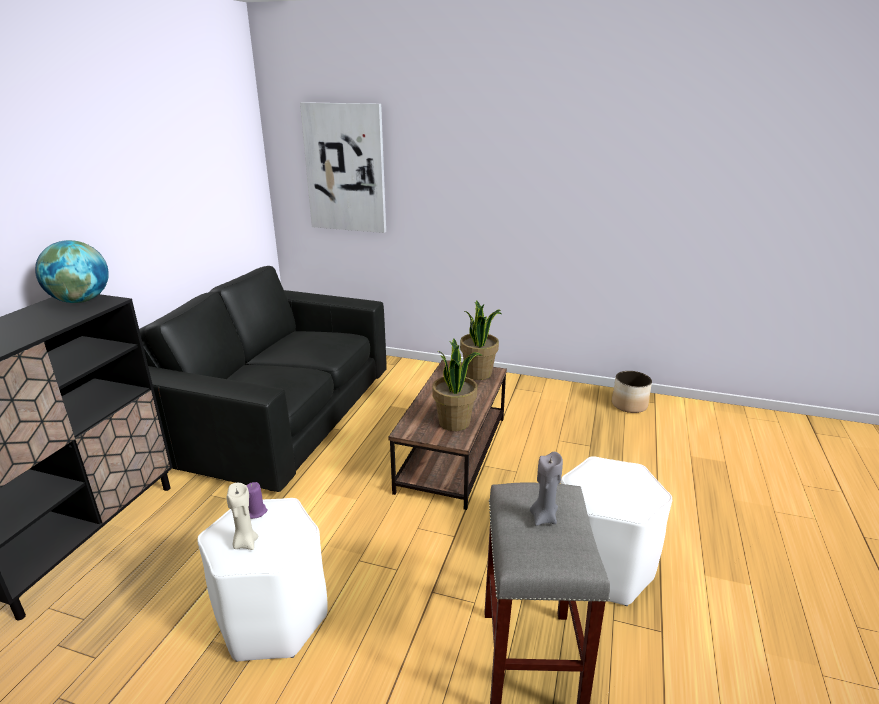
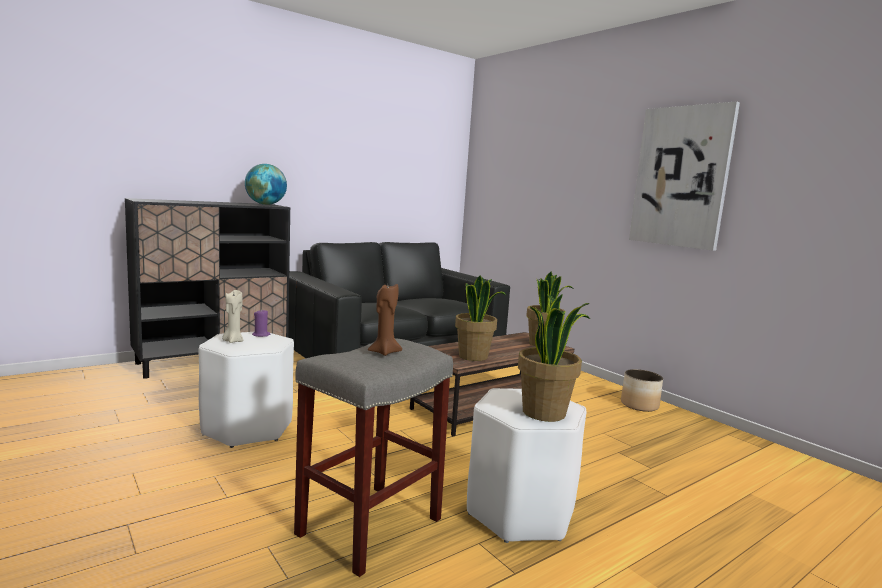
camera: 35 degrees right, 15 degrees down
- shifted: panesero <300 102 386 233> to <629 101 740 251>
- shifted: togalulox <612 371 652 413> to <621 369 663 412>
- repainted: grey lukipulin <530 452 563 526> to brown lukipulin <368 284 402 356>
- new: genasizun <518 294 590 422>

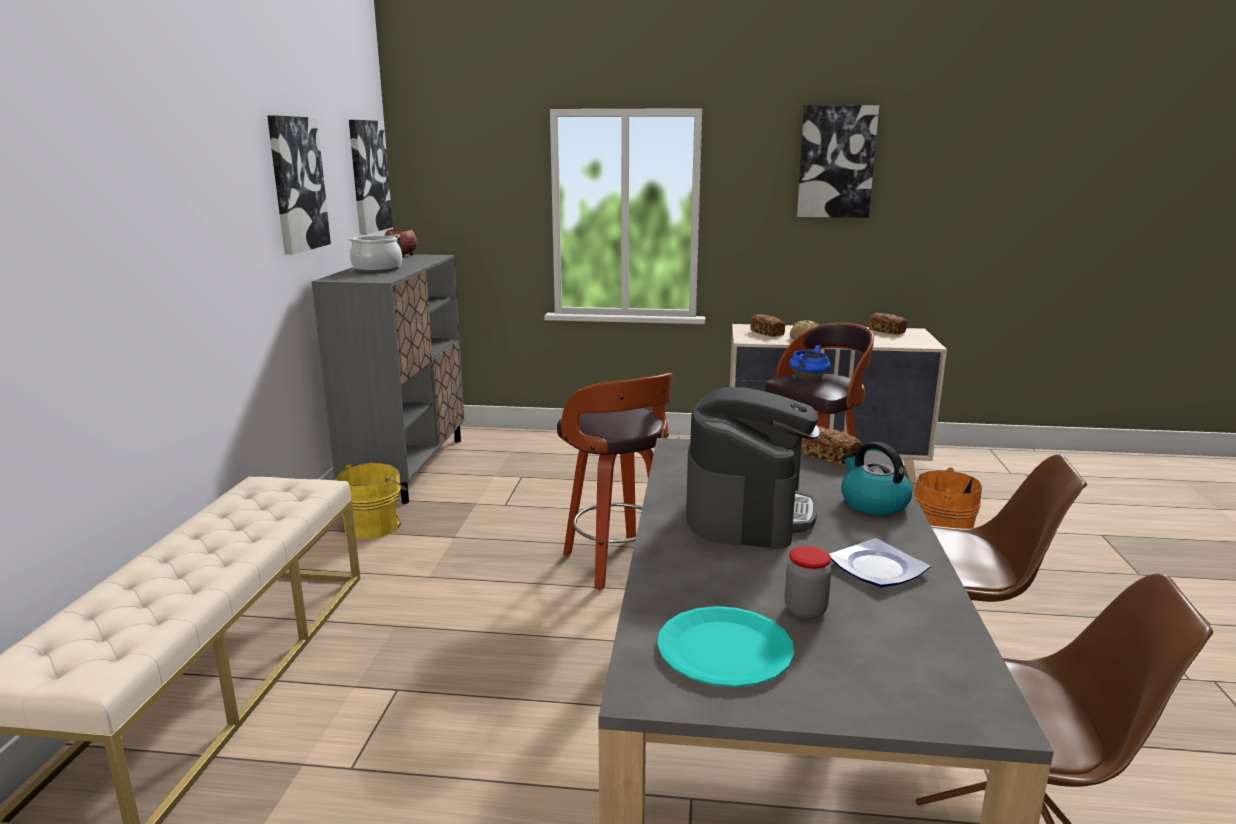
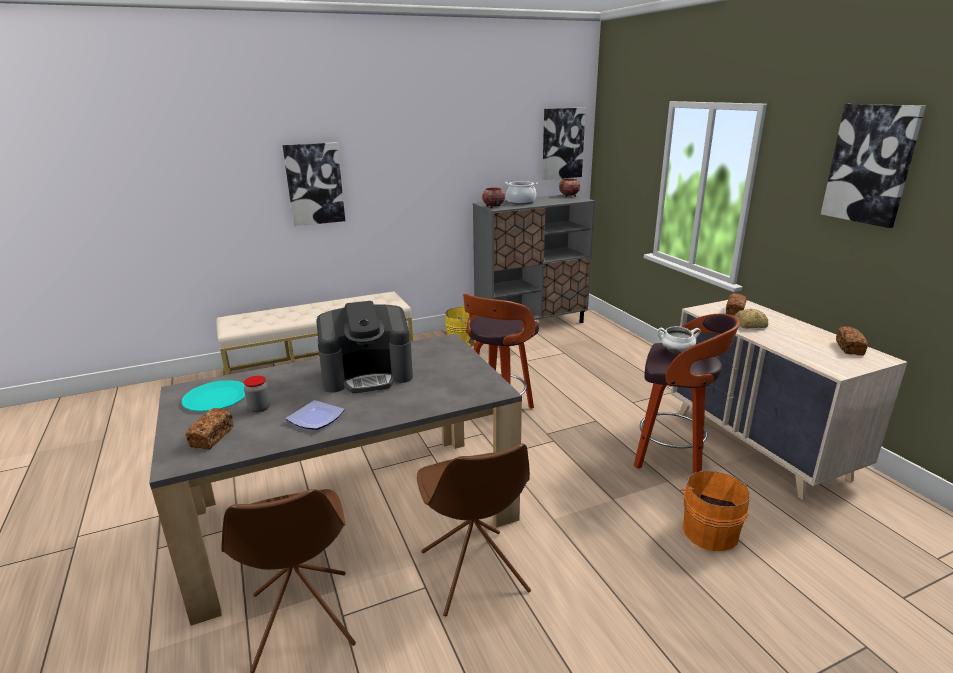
camera: 60 degrees right, 5 degrees up
- shifted: panesero <267 115 331 255> to <282 142 345 226>
- repainted: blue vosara <789 345 830 380> to white vosara <657 326 701 354>
- shifted: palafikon <801 426 862 466> to <186 408 233 450>
- gone: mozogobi <841 442 912 515>
- new: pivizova <482 188 505 208>

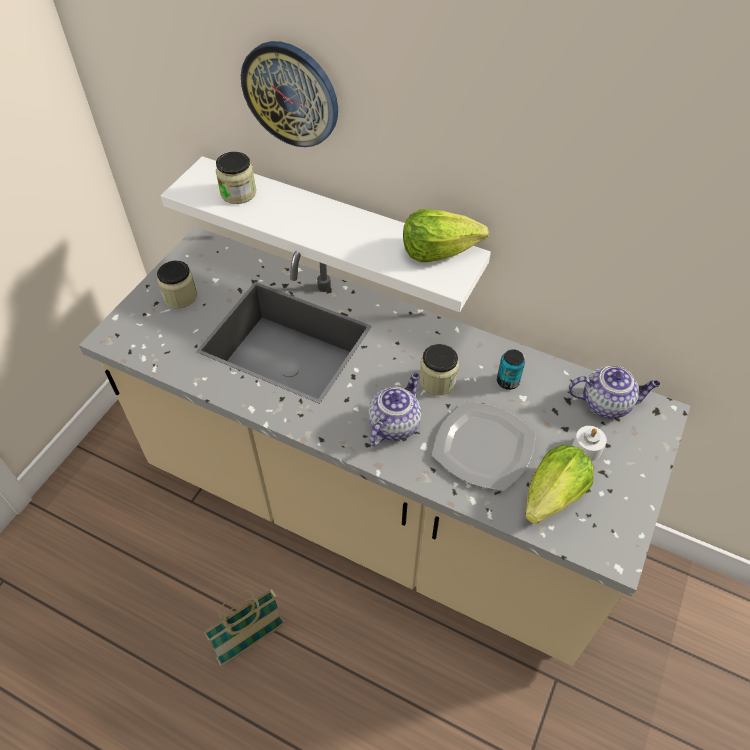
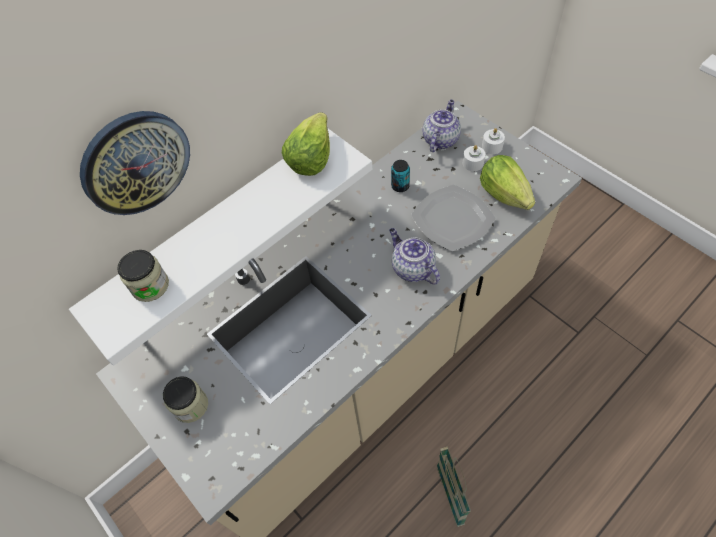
camera: 65 degrees left, 5 degrees up
- gone: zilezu <419 344 459 396>
- new: white lukipulin <482 128 505 154>

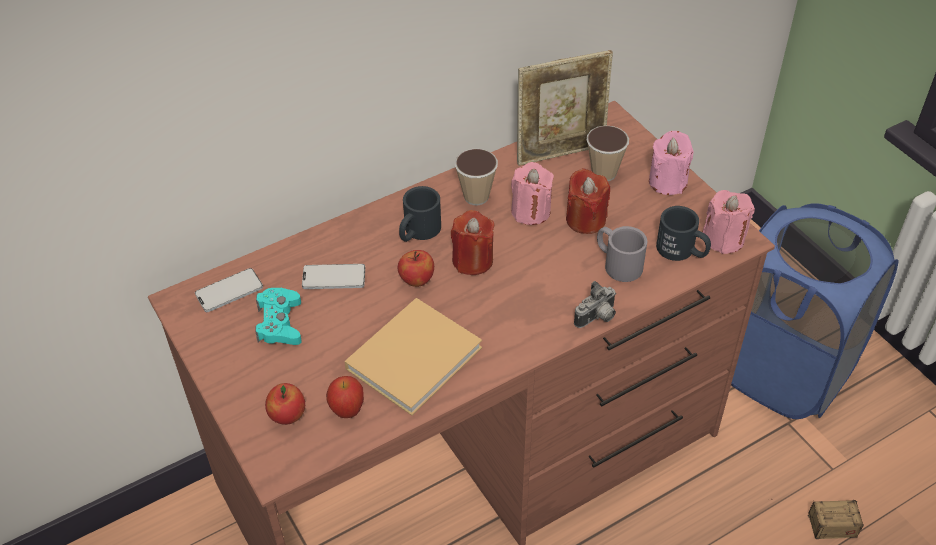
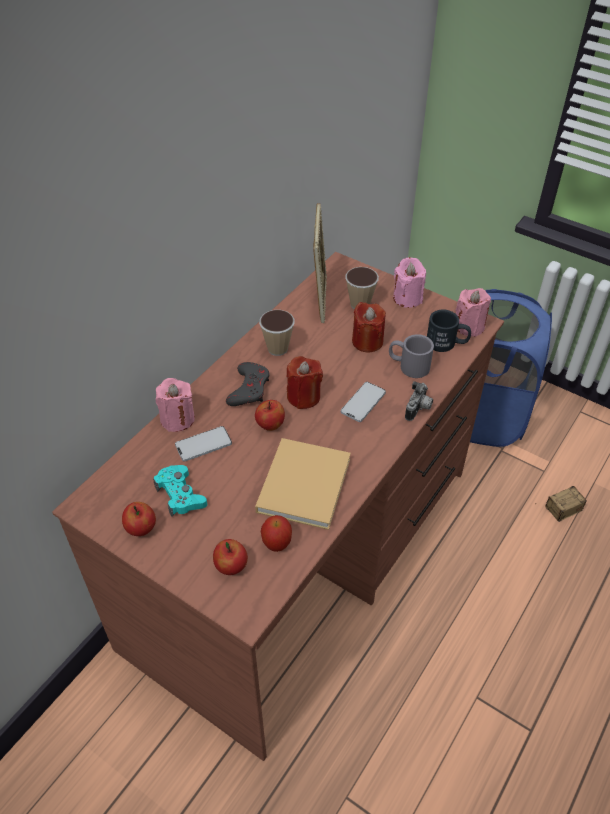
camera: 25 degrees left, 0 degrees up
- rotated: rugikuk <517 50 613 166> = <313 203 327 323> 45 degrees counterclockwise
- shifted: pink lukipulin <511 162 554 225> to <156 378 195 432>
- swapped: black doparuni <399 186 441 242> to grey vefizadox <226 362 270 406>
- shifted: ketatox <195 268 263 312> to <341 382 386 422>
- new: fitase <122 502 156 536>

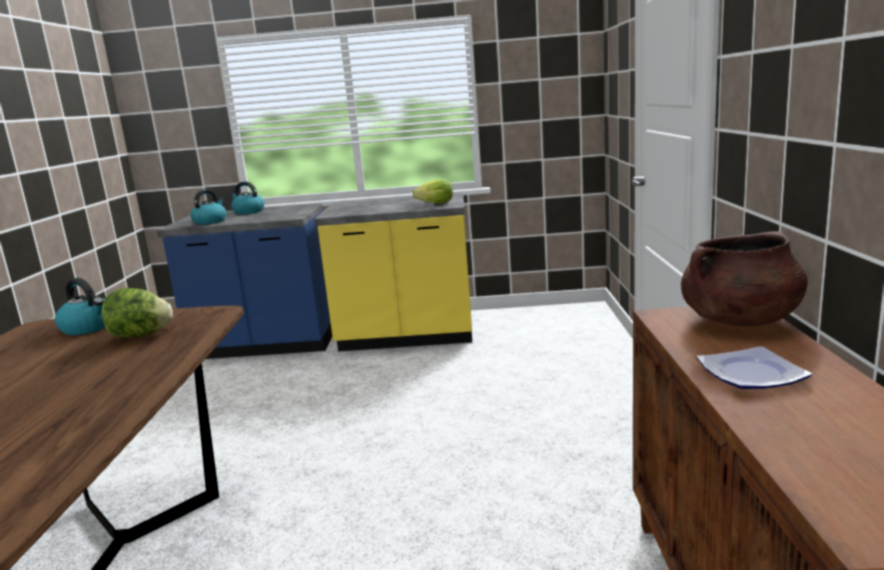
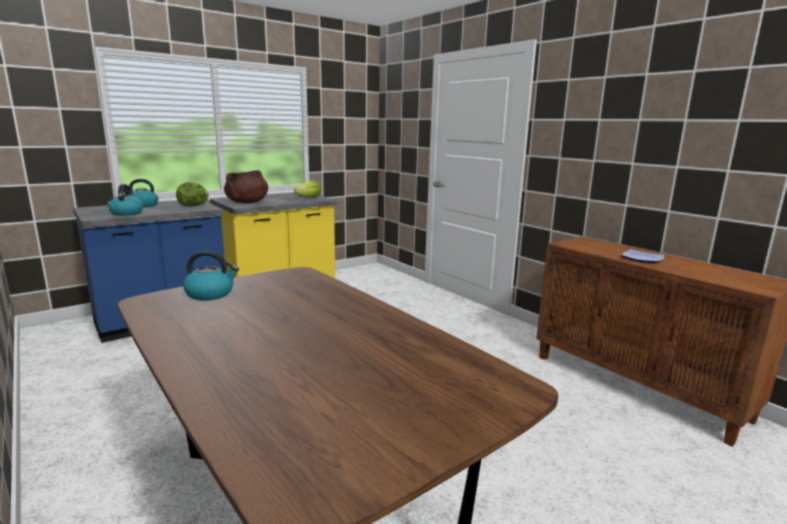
camera: 40 degrees left, 0 degrees up
- shifted: brown vosara <681 231 808 326> to <224 170 268 203>
- shifted: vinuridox <102 288 173 337> to <176 182 209 206>

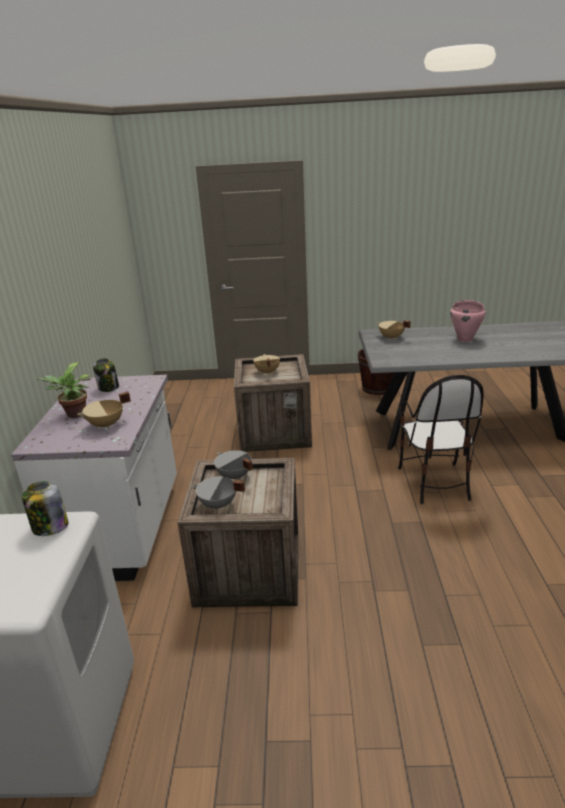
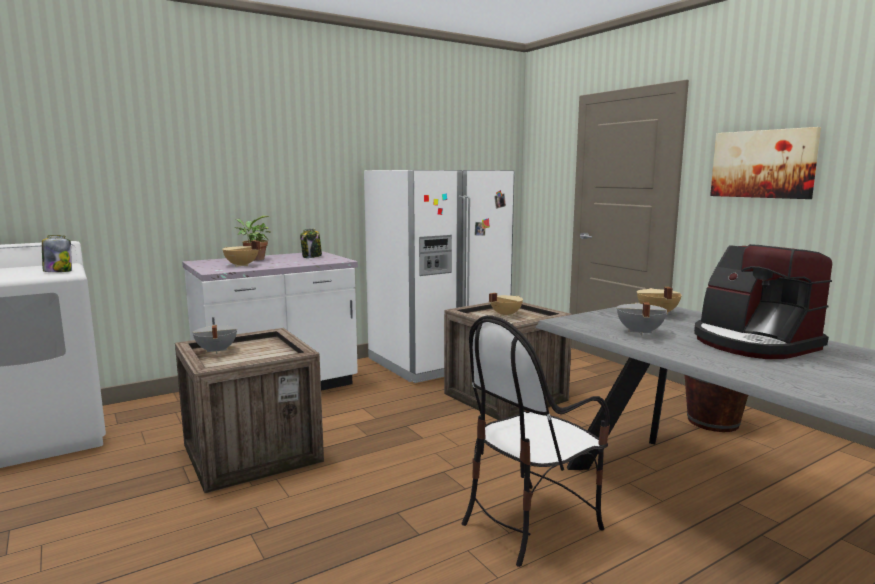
camera: 55 degrees right, 15 degrees down
- swapped: pink vosara <451 300 486 342> to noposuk <694 244 832 359>
- shifted: grey vosara <214 450 253 480> to <617 302 667 335>
- new: panesero <710 127 821 199>
- new: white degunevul <364 170 515 383>

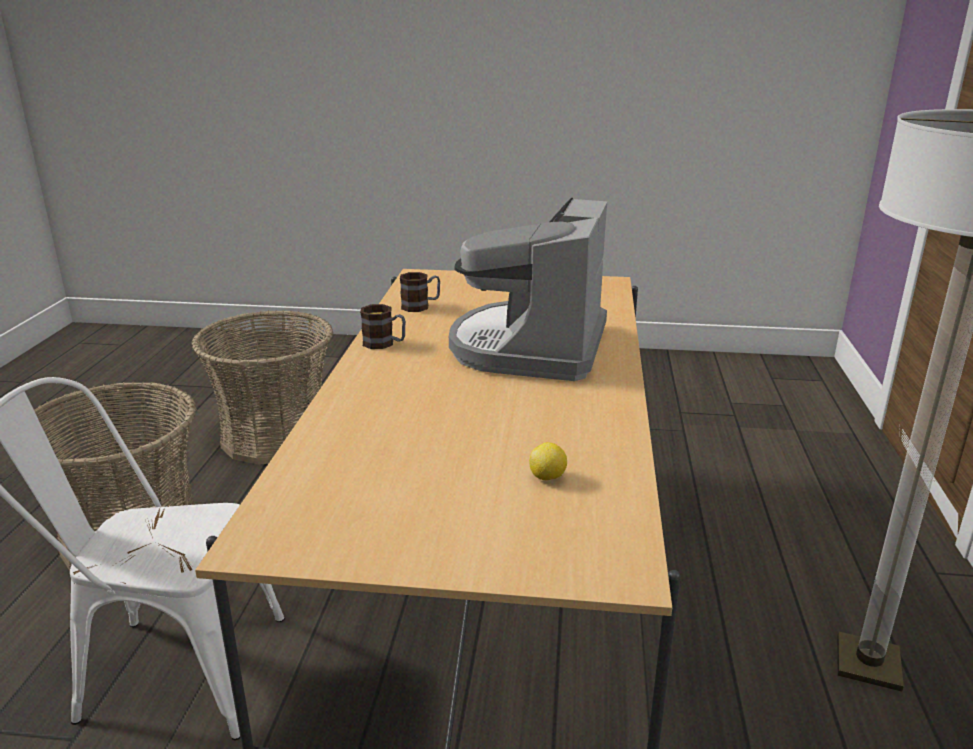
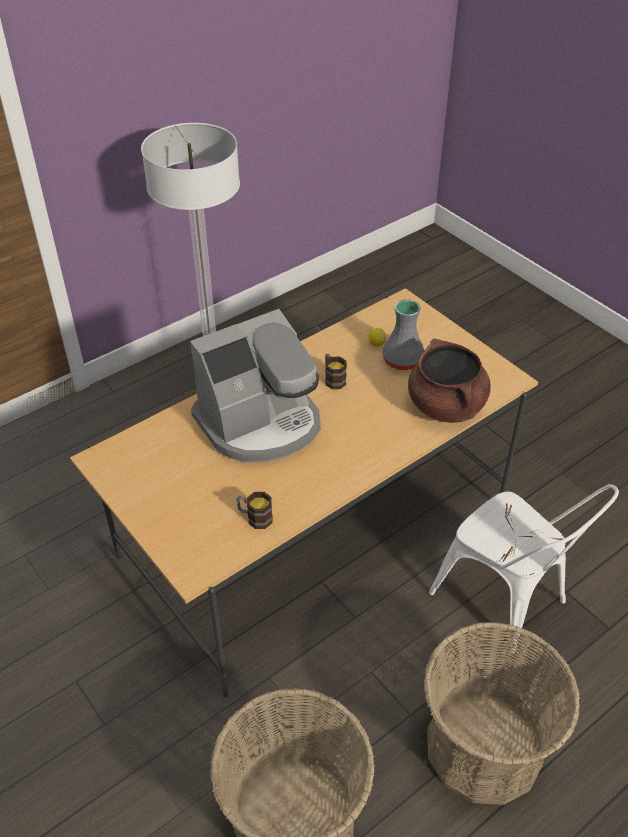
camera: 135 degrees left, 20 degrees up
- shifted: doparuni <360 304 406 349> to <325 354 347 389>
- new: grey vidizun <382 299 425 370>
- new: brown vosara <408 339 491 423>

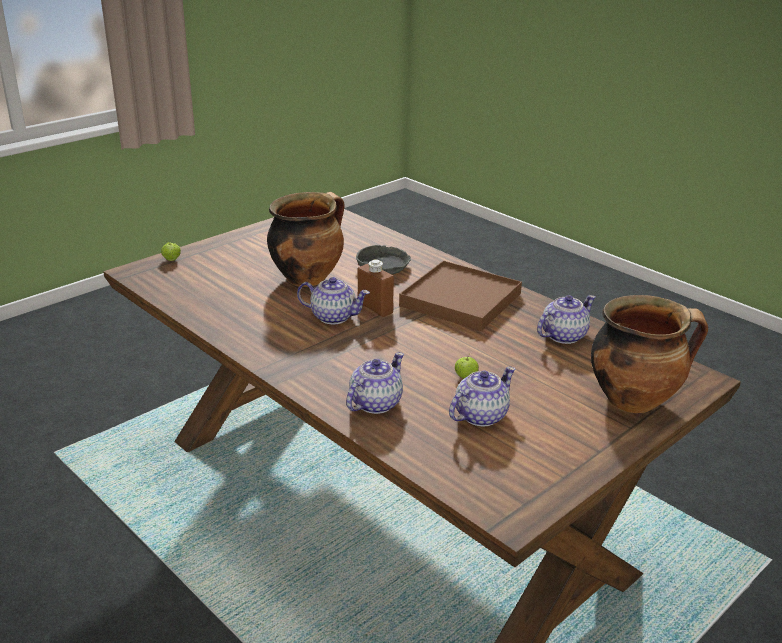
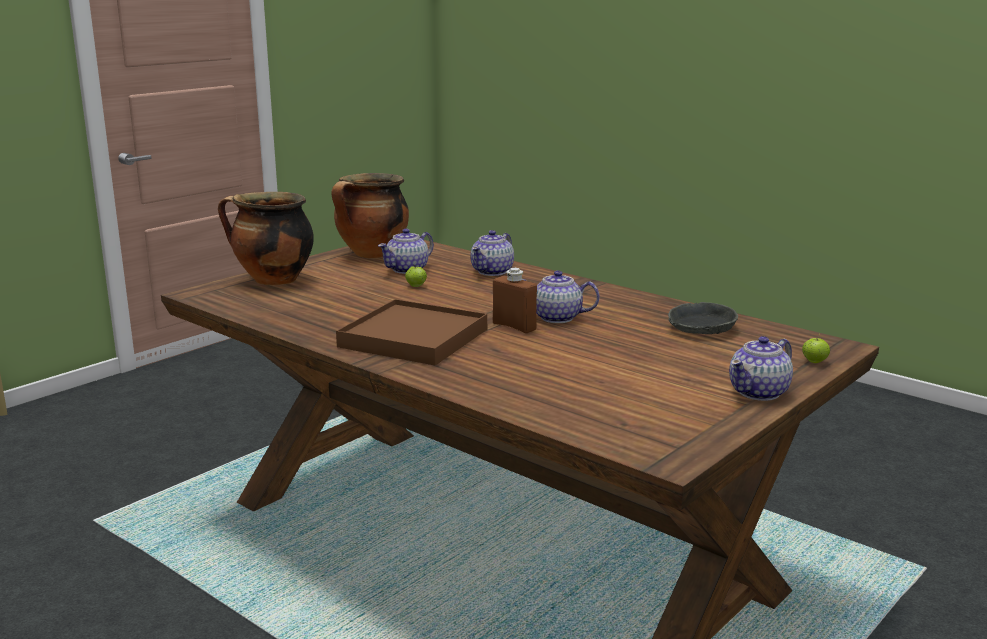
camera: 175 degrees right, 10 degrees down
- shifted: vosara <267 192 345 287> to <331 173 409 259>
- shifted: grey pivizova <356 245 411 274> to <668 302 738 334>
- shifted: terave <537 295 596 344> to <729 336 793 401>

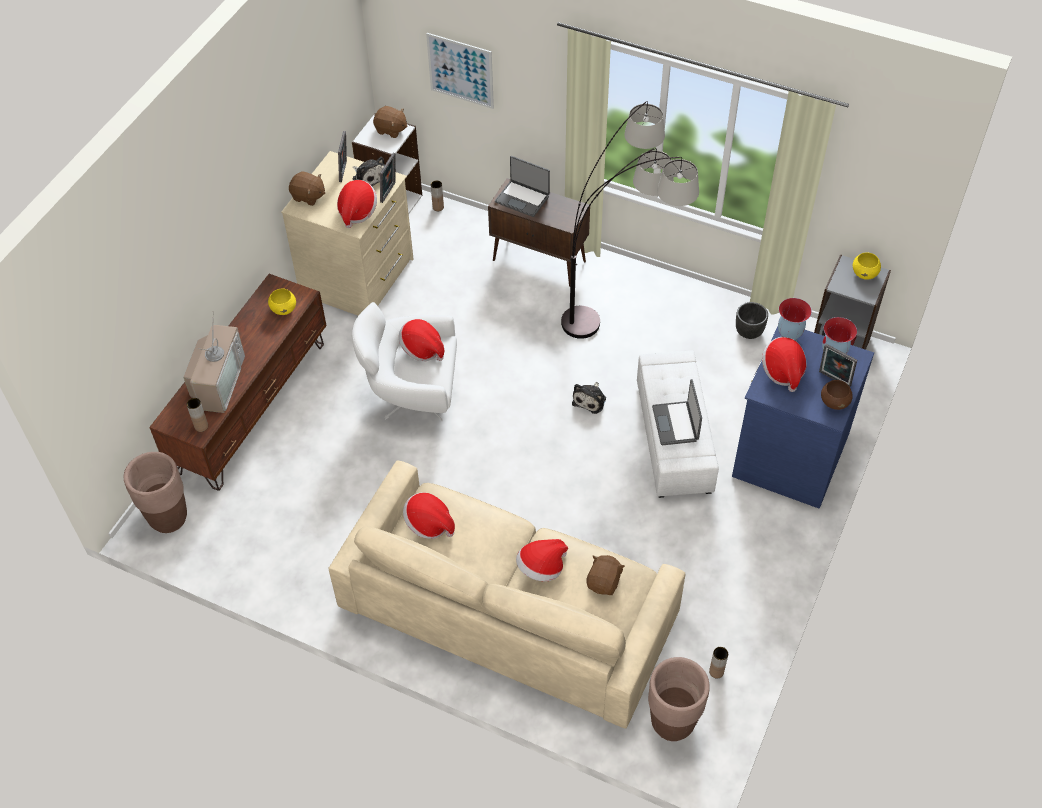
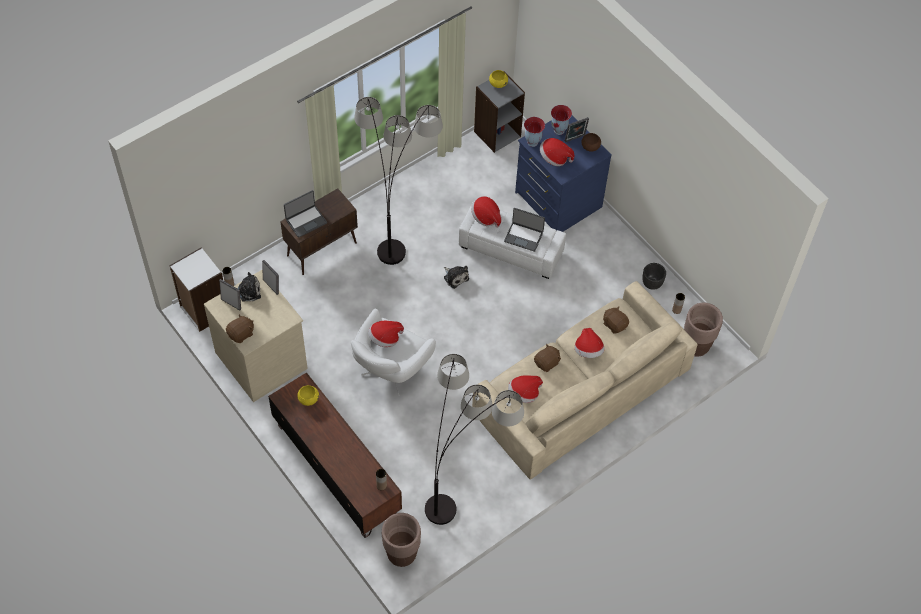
camera: 65 degrees left, 5 degrees up
- gone: panesero <426 33 494 109>
- shifted: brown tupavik <373 106 408 138> to <534 344 561 372>
- shifted: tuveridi <337 180 377 228> to <471 196 501 228>
- shifted: black togalulox <736 302 768 339> to <642 263 666 290>
- gone: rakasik <183 311 245 413>
- new: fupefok <425 354 524 525>

